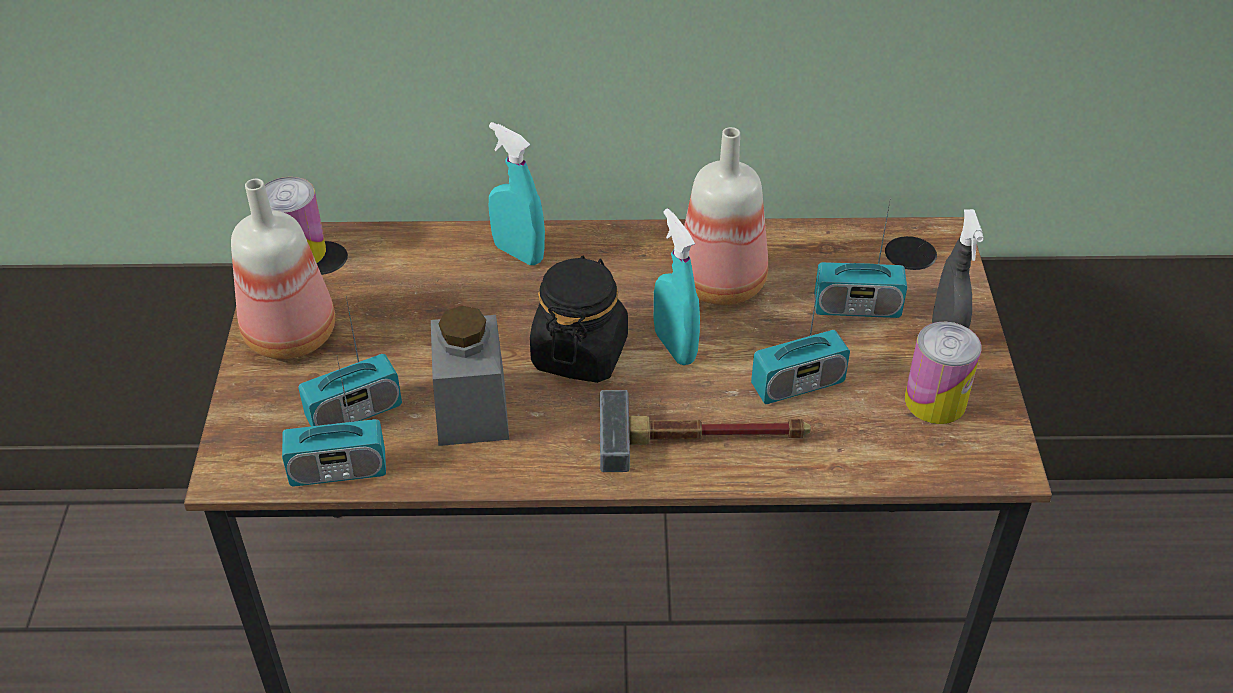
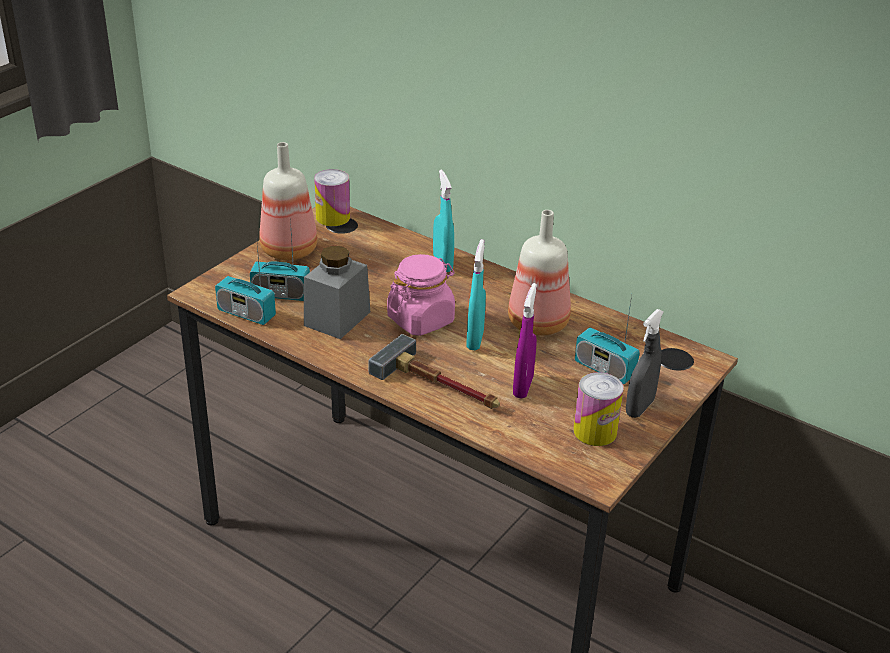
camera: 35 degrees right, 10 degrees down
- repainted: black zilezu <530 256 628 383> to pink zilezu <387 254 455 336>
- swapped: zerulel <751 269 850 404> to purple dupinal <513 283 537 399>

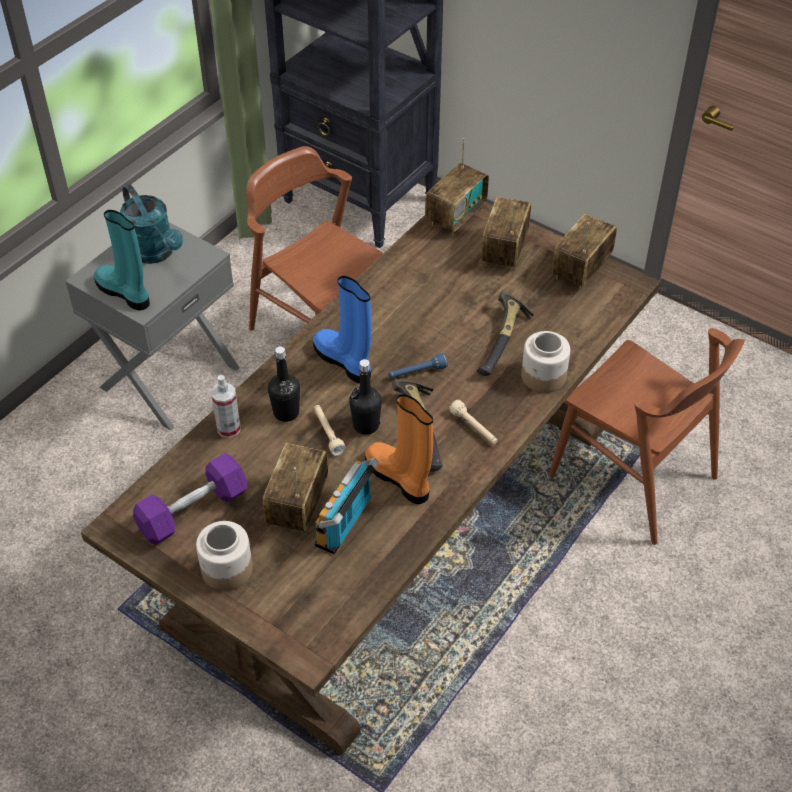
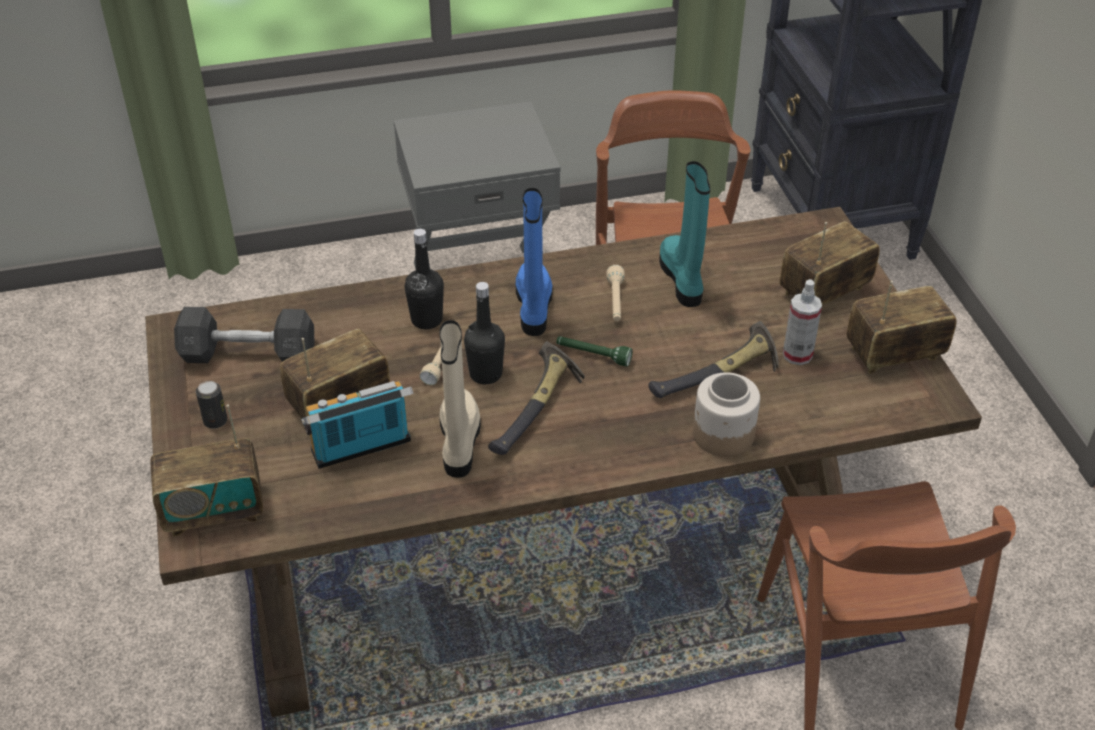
camera: 40 degrees right, 5 degrees down
- shifted: zerulel <425 138 489 236> to <150 405 263 537>
- gone: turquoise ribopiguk <120 185 183 264>
- shifted: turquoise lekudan <94 210 150 311> to <659 161 710 307>
- repainted: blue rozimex <389 353 448 378> to green rozimex <556 336 633 367>
- shifted: dupinal <211 375 241 438> to <783 279 822 365>
- repainted: orange lekudan <365 394 433 504> to beige lekudan <439 320 481 478>
- shifted: beige rozimex <449 400 498 444> to <606 265 625 321>
- repainted: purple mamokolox <133 453 247 545> to grey mamokolox <174 307 315 363>
- swapped: zilezu <196 521 253 591> to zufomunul <196 381 227 429>

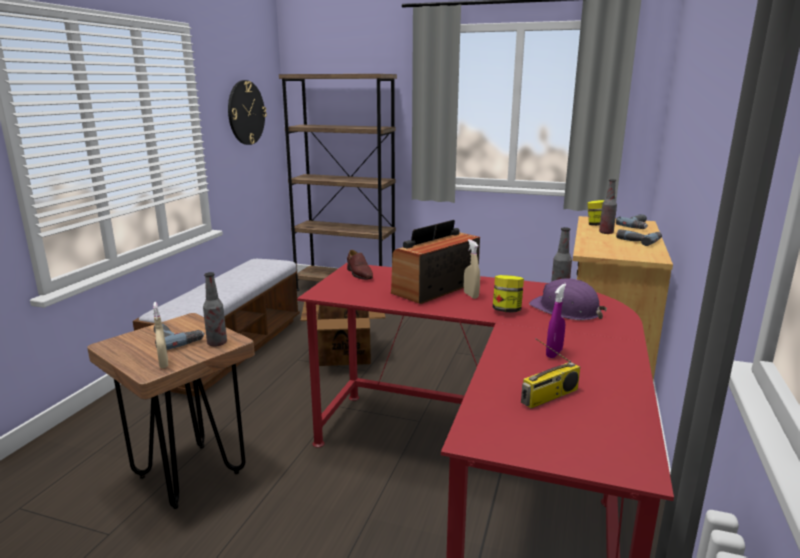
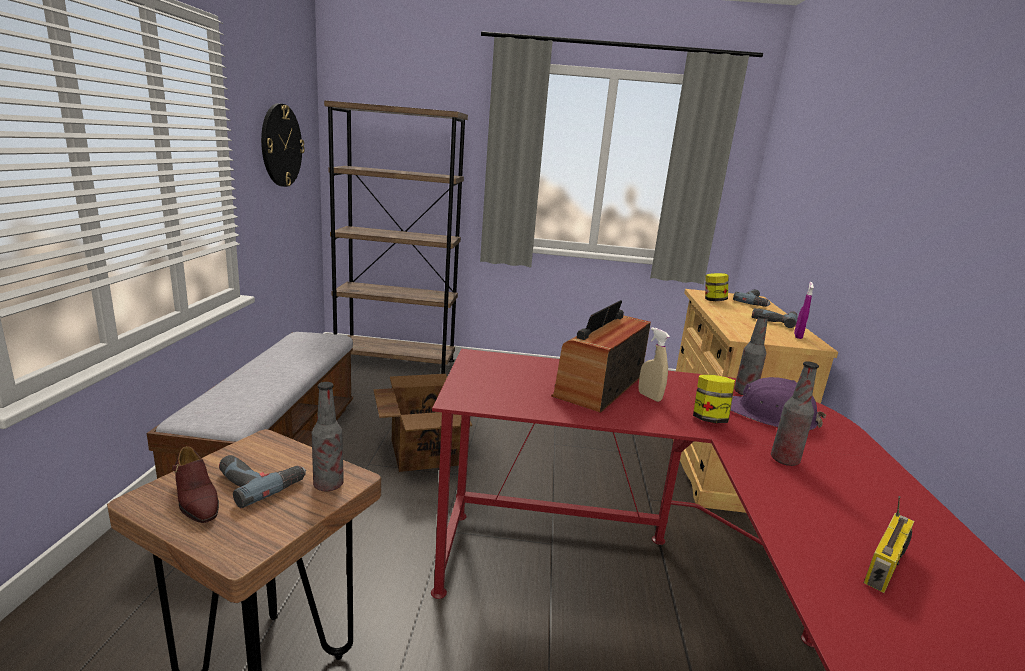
camera: 15 degrees left, 0 degrees up
- shifted: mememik <599 179 617 234> to <771 361 819 466>
- shifted: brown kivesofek <347 250 373 280> to <172 446 219 523>
- shifted: purple dupinal <546 283 566 358> to <794 282 814 339>
- gone: beige dupinal <153 302 168 368>

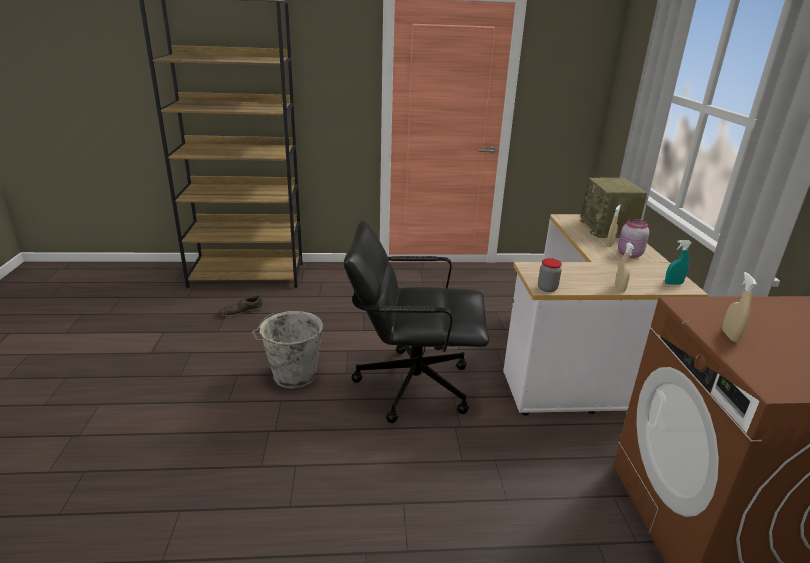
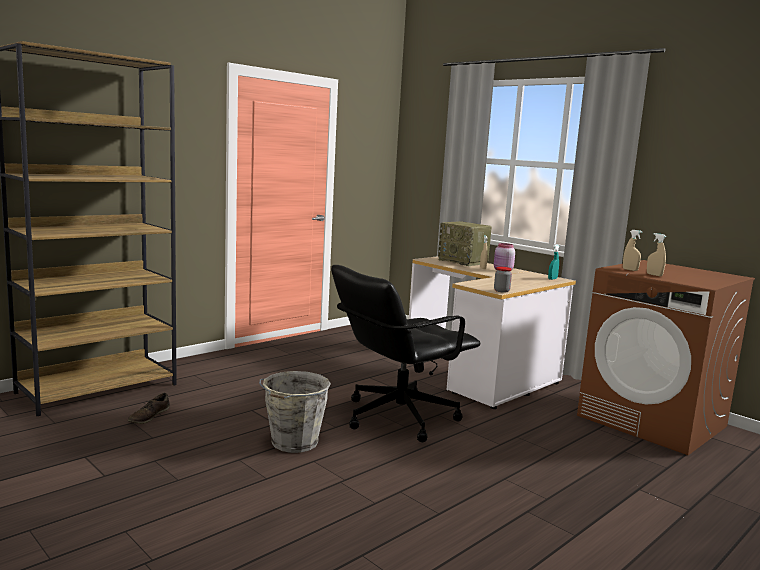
camera: 40 degrees left, 15 degrees down
- shifted: beige dupinal <615 243 634 291> to <623 230 642 271>

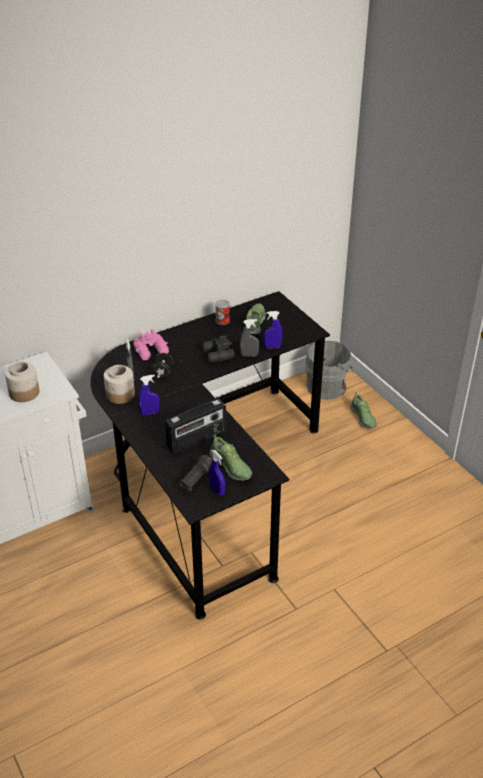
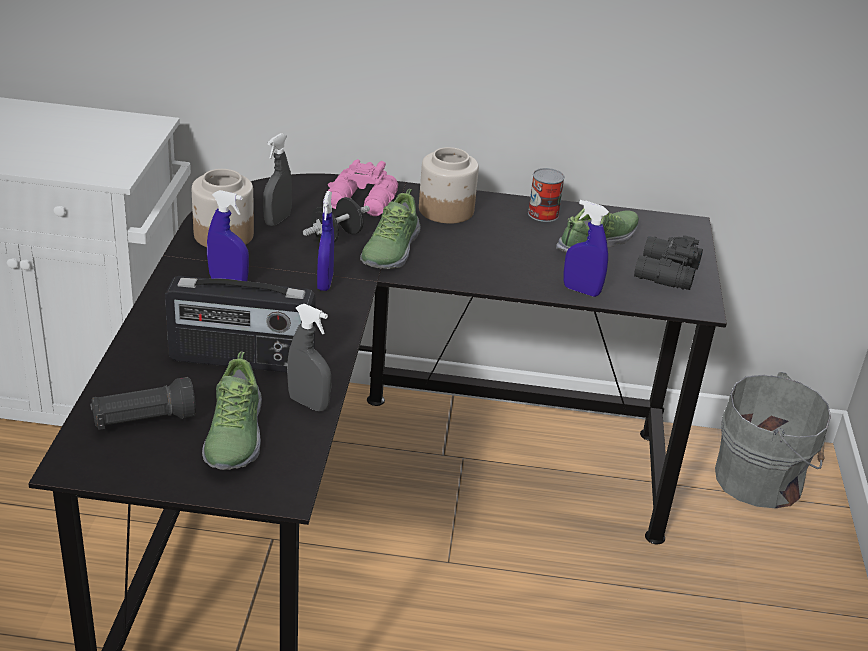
camera: 35 degrees right, 5 degrees down
- shifted: grey dupinal <240 319 259 357> to <287 304 331 411>
- shifted: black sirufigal <202 335 235 363> to <634 235 703 290>
- shifted: zilezu <5 362 39 402> to <419 147 479 224>
- shifted: kivesofek <350 392 377 429> to <360 189 421 269>
- shifted: blue dupinal <209 450 225 496> to <317 191 334 291>

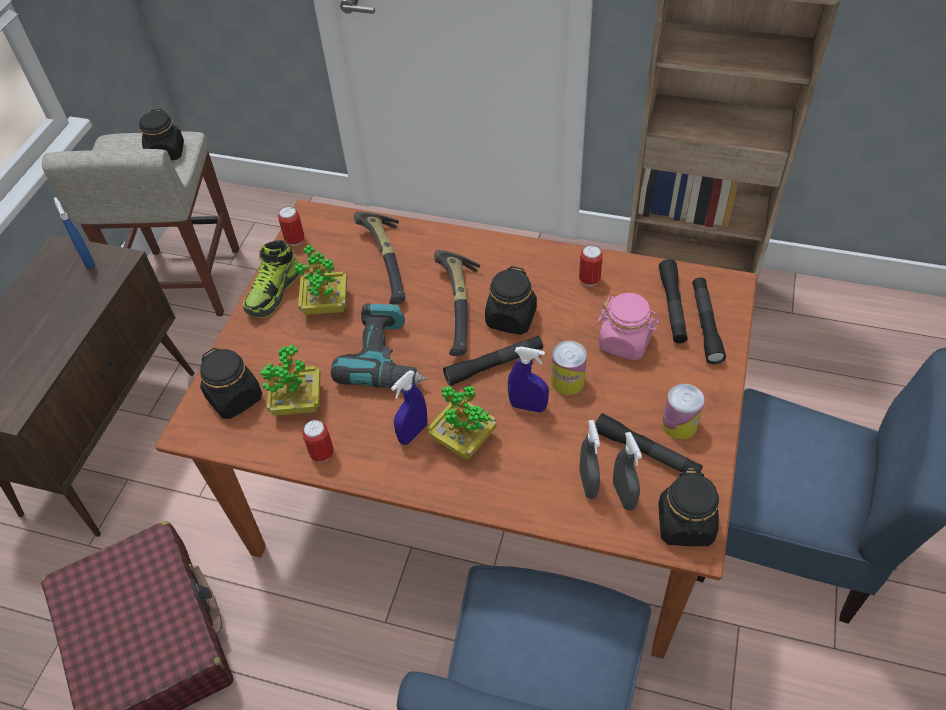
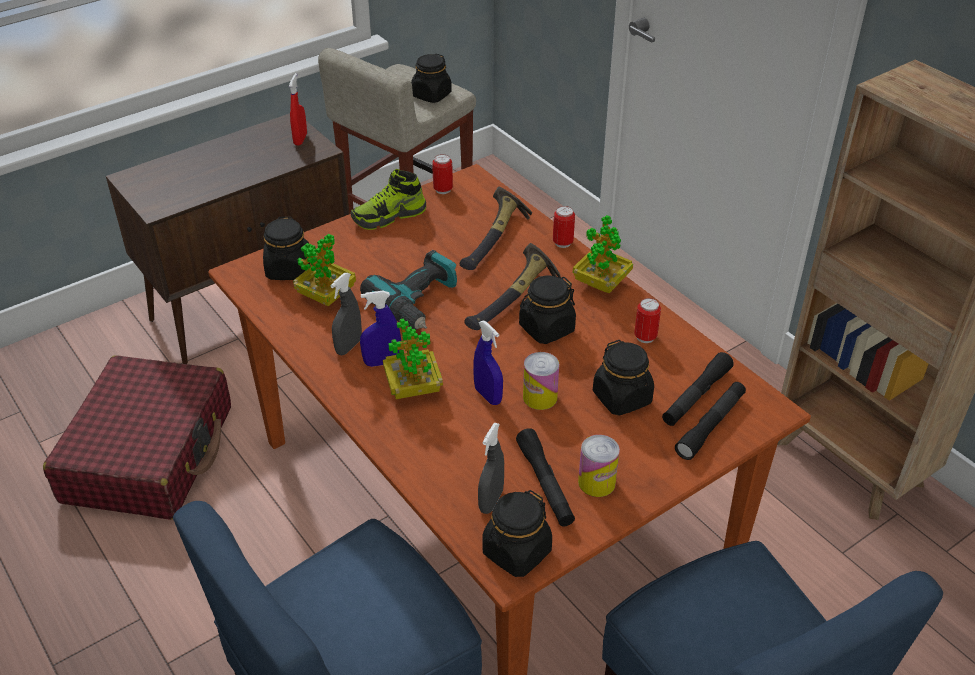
camera: 35 degrees right, 10 degrees down
- repainted: blue dupinal <54 197 95 269> to red dupinal <289 73 307 145>
- shifted: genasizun <295 245 347 315> to <573 215 633 293>
- repainted: pink zilezu <597 293 660 361> to black zilezu <593 340 654 416>
- gone: black rozimex <443 336 543 386>
- shifted: zufomunul <302 420 334 462> to <553 206 575 248>
- shifted: grey dupinal <579 420 600 499> to <330 273 362 355>

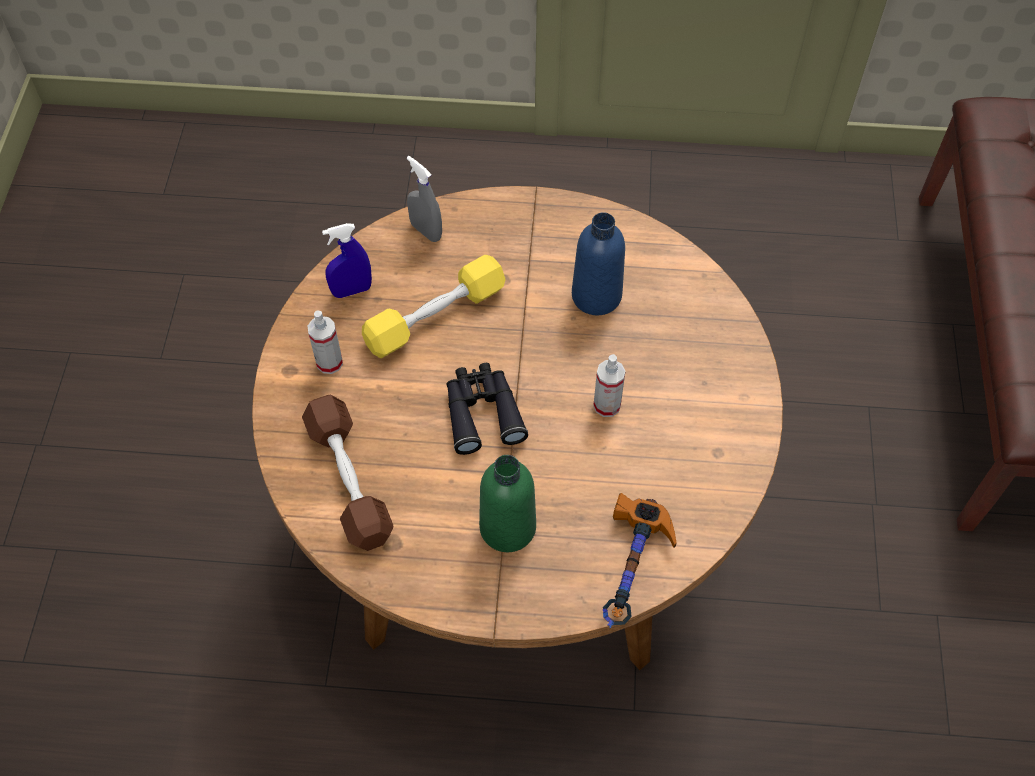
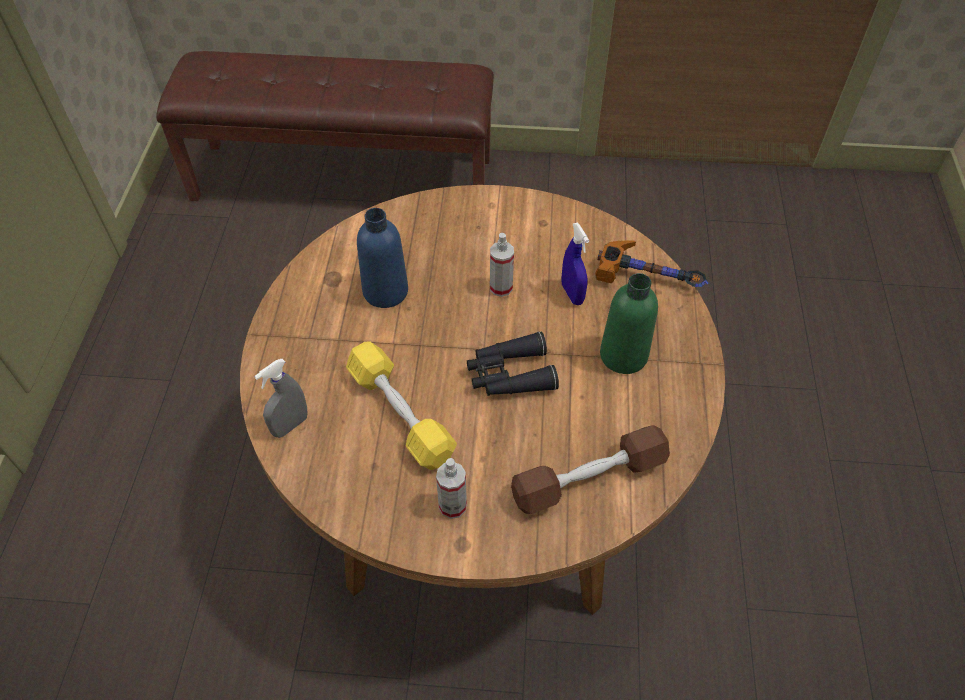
camera: 90 degrees left, 5 degrees down
- shifted: blue dupinal <322 223 372 298> to <562 223 589 305>

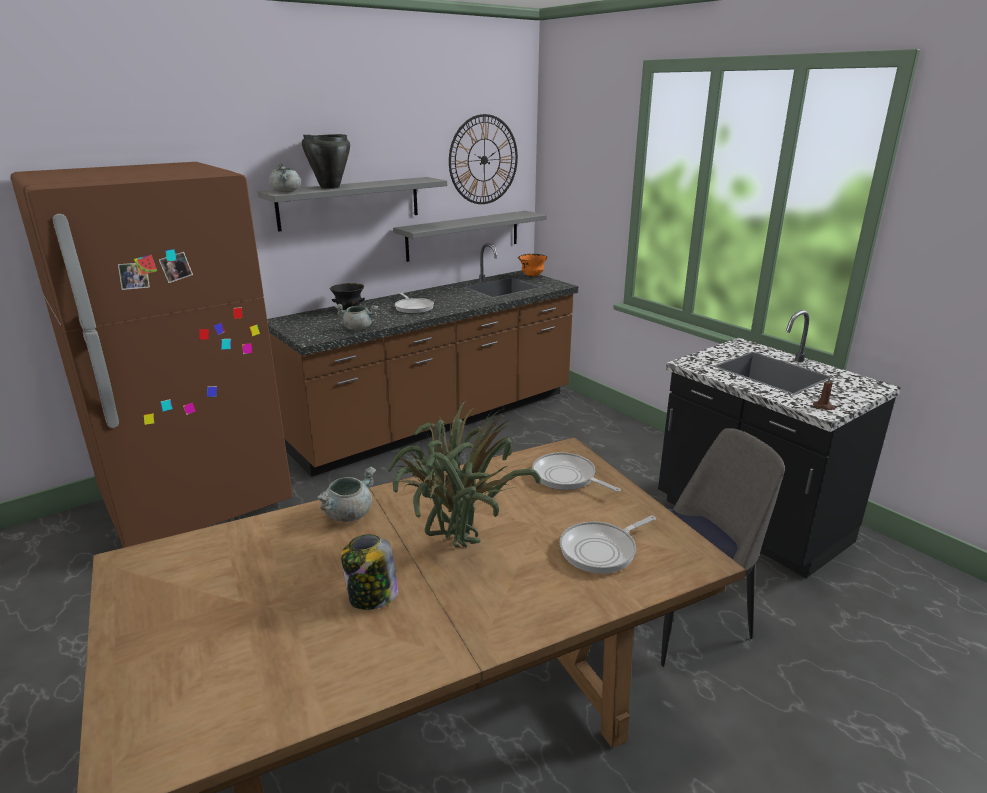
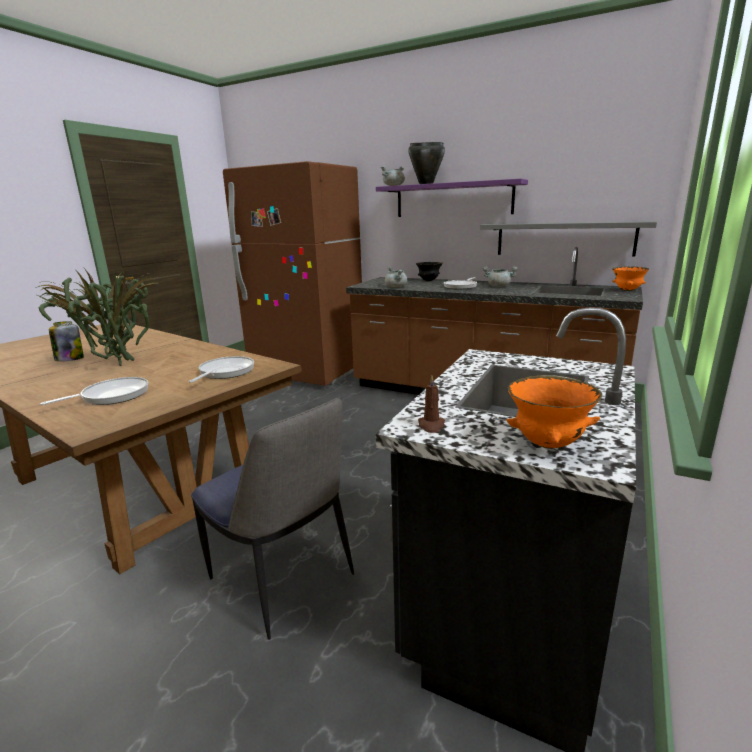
camera: 65 degrees right, 5 degrees down
- gone: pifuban <449 114 518 204>
- repainted: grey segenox <258 177 447 232> to purple segenox <376 179 528 217>
- shifted: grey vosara <316 466 376 522> to <483 267 518 287>
- rotated: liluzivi <560 516 656 574> = <40 377 148 405> 105 degrees clockwise
- new: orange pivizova <507 375 602 449>

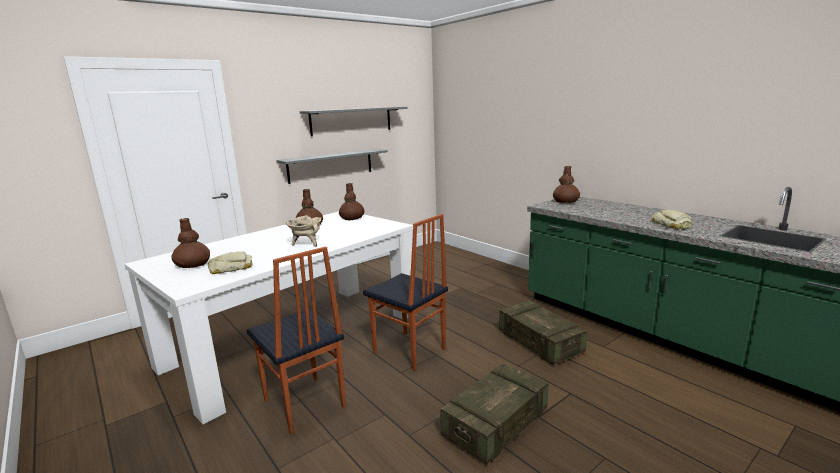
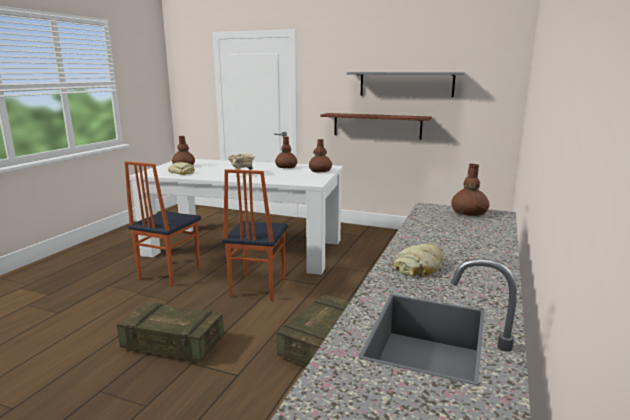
camera: 60 degrees right, 0 degrees up
- repainted: grey segenox <276 149 388 184> to brown segenox <320 113 432 140>

